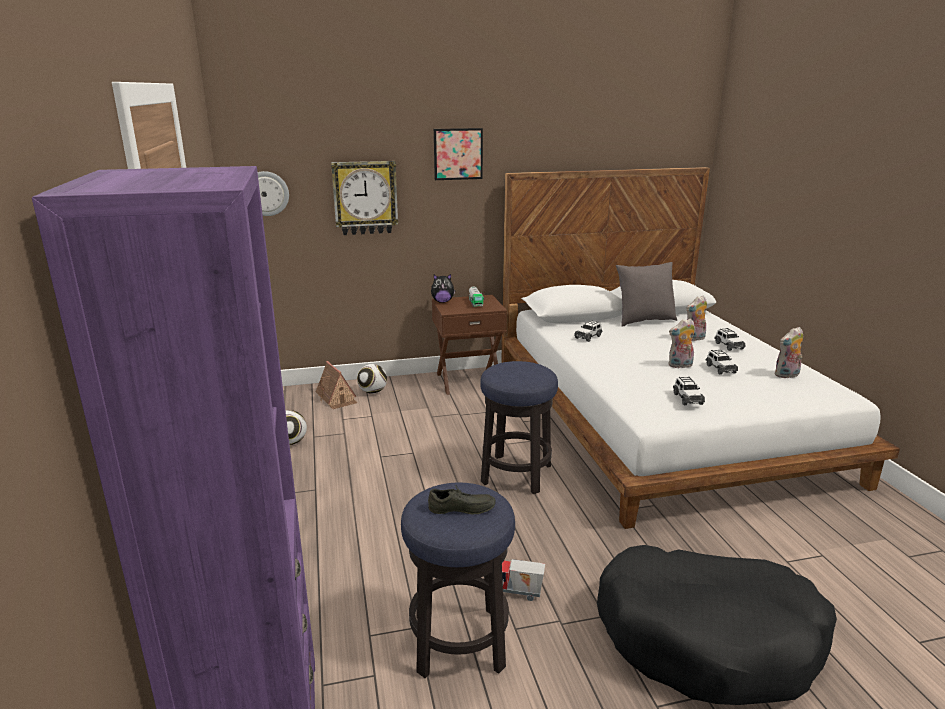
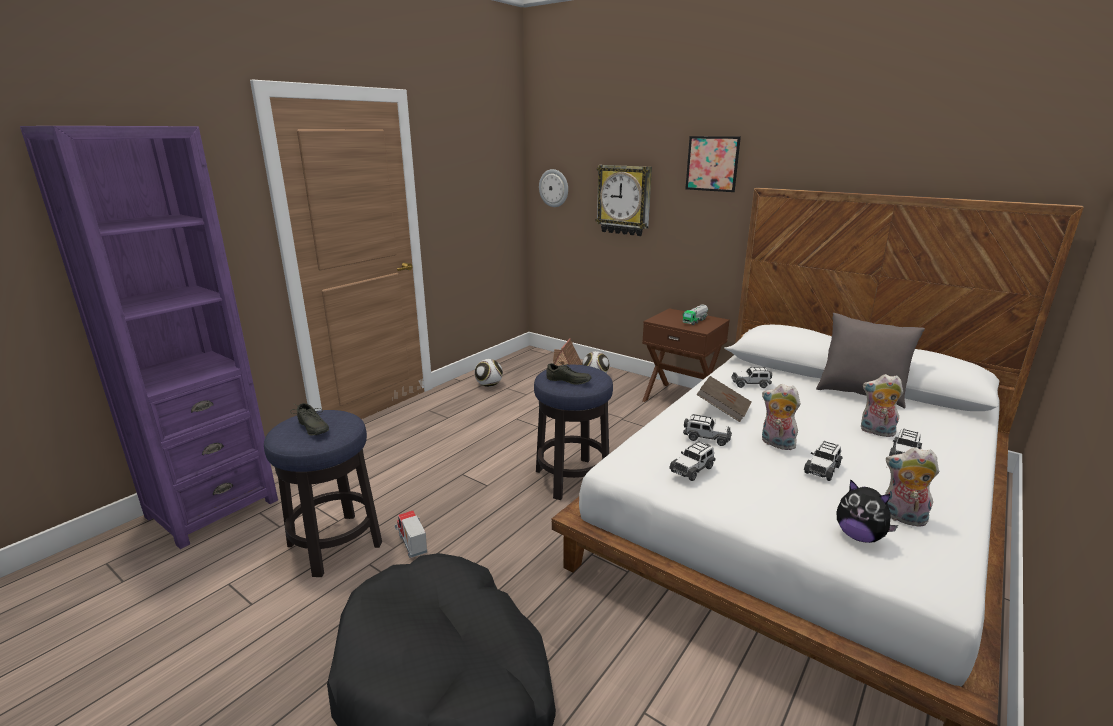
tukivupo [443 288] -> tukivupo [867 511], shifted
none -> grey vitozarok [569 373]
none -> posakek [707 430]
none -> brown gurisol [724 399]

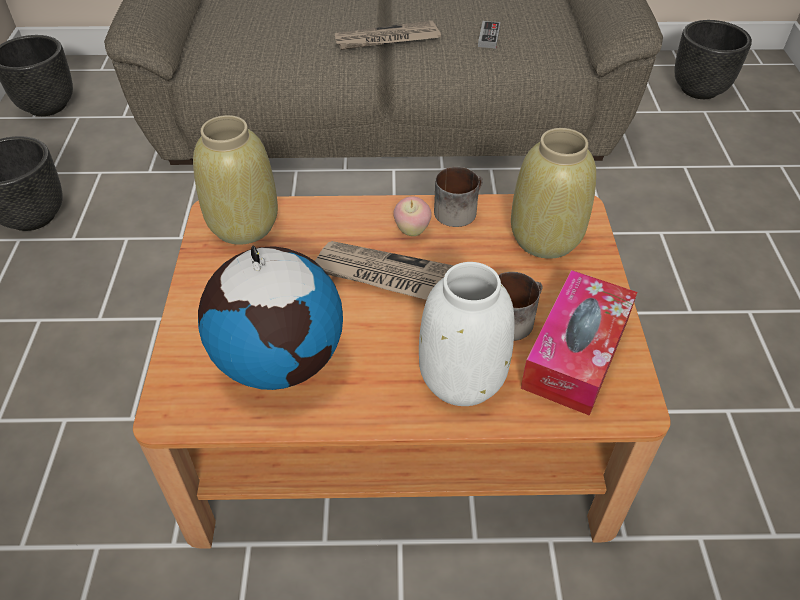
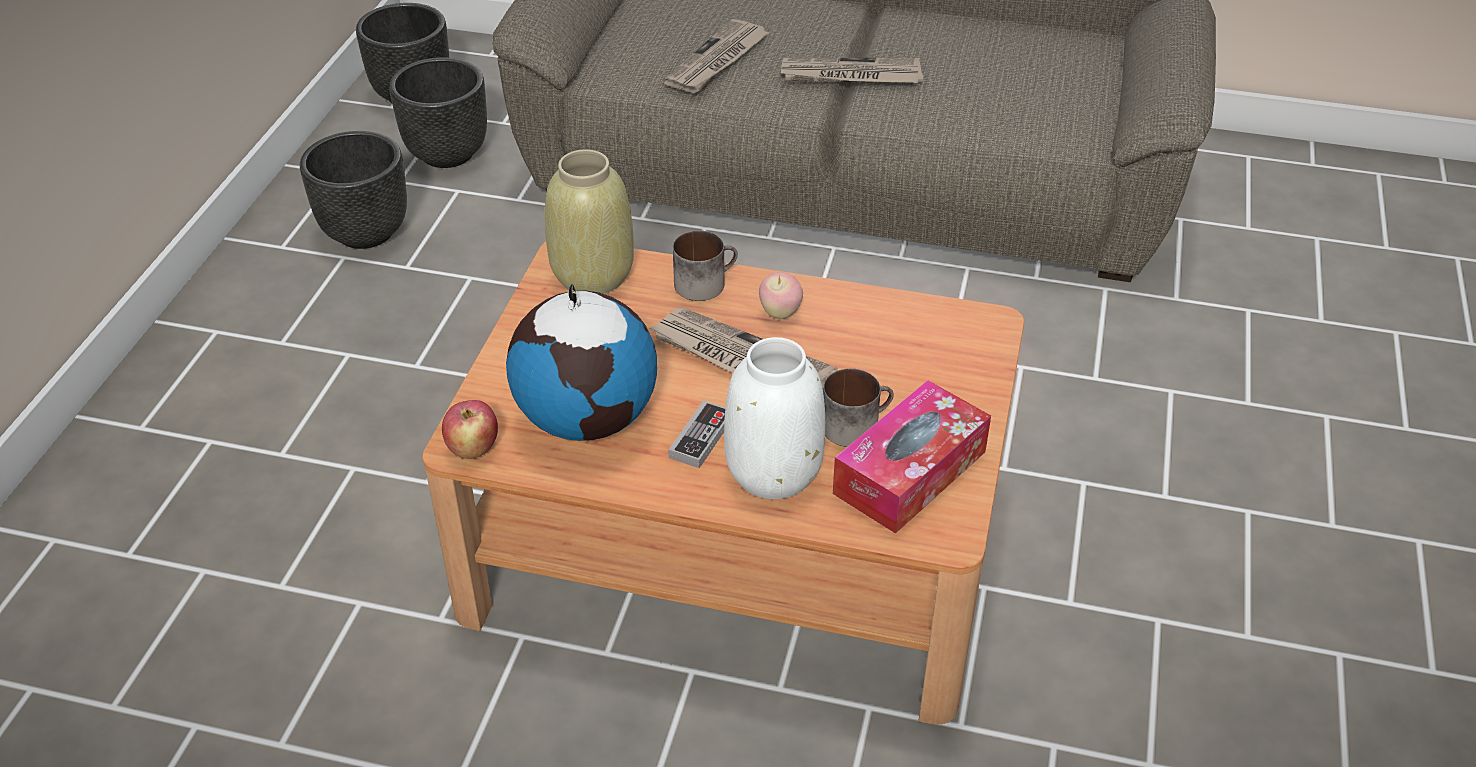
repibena [458 197] -> repibena [705 266], shifted
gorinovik [489 35] -> gorinovik [696 434], shifted
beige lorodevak [553 193] -> none
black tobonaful [713 59] -> black tobonaful [438 112], shifted
none -> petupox [470 429]
none -> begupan [716 56]

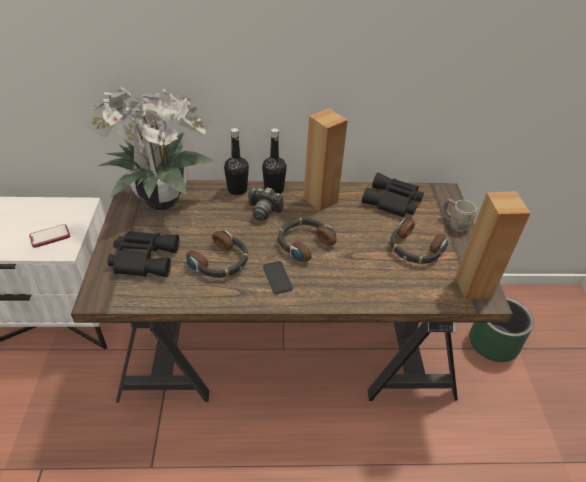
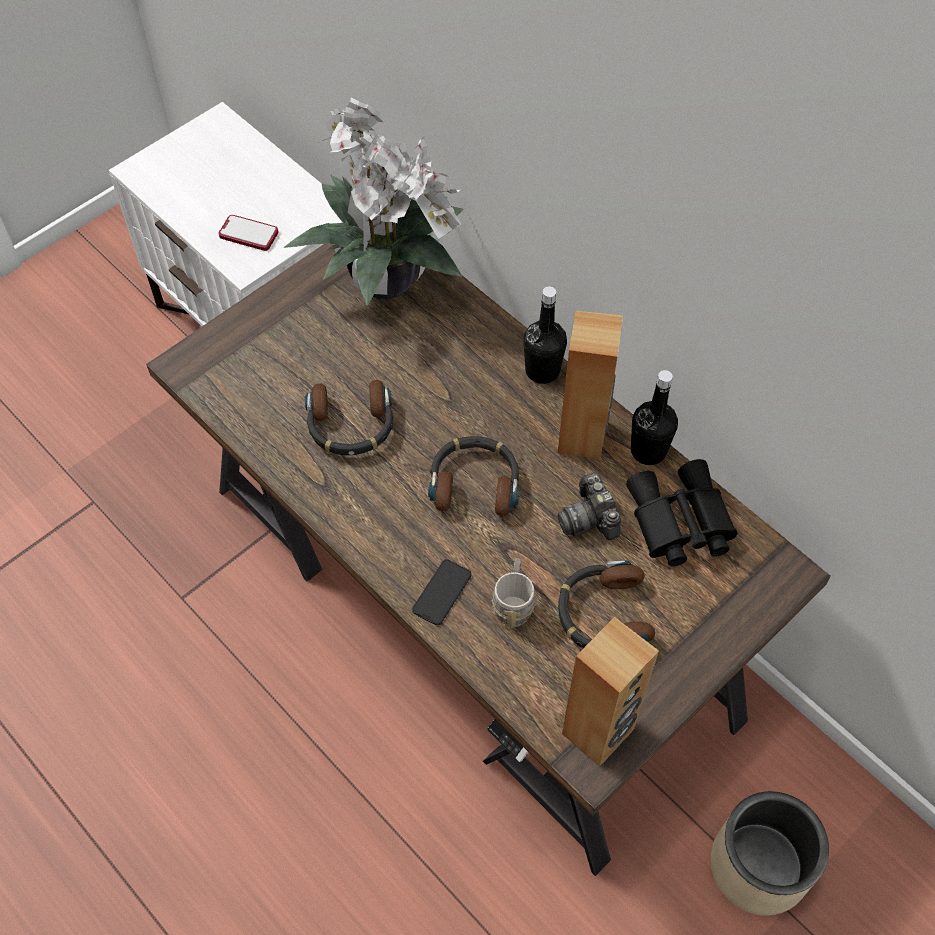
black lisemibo [143 254] -> none
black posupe [236 161] -> black posupe [654 417], shifted
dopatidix [265 204] -> dopatidix [589 506], shifted
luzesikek [278 277] -> luzesikek [441 592], shifted
grey repibena [459 215] -> grey repibena [513 593], shifted
green tobonaful [501 329] -> beige tobonaful [770 853]

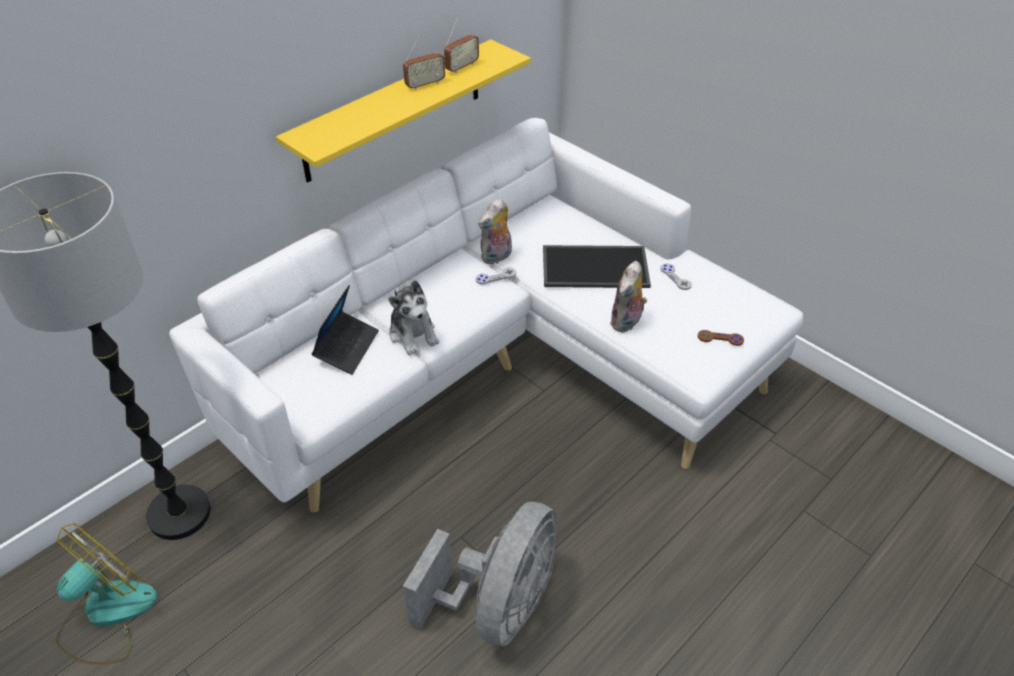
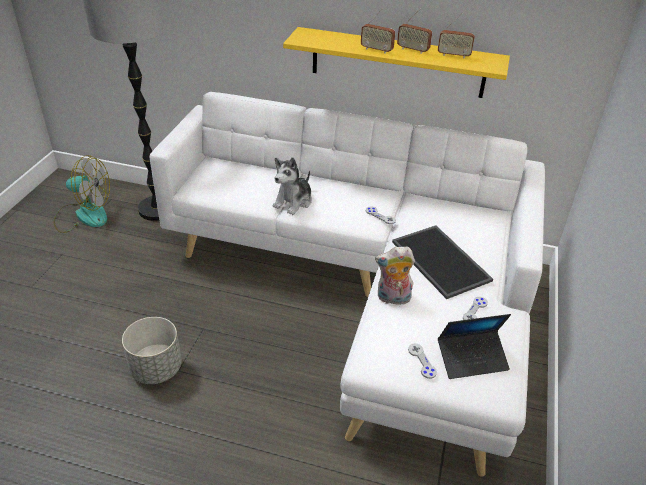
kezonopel [345 330] -> kezonopel [474 346], shifted
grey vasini [479 574] -> grey tobonaful [152 350]
tukivupo [495 231] -> none
brown gorinovik [721 338] -> grey gorinovik [422 361]
none -> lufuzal [378 31]

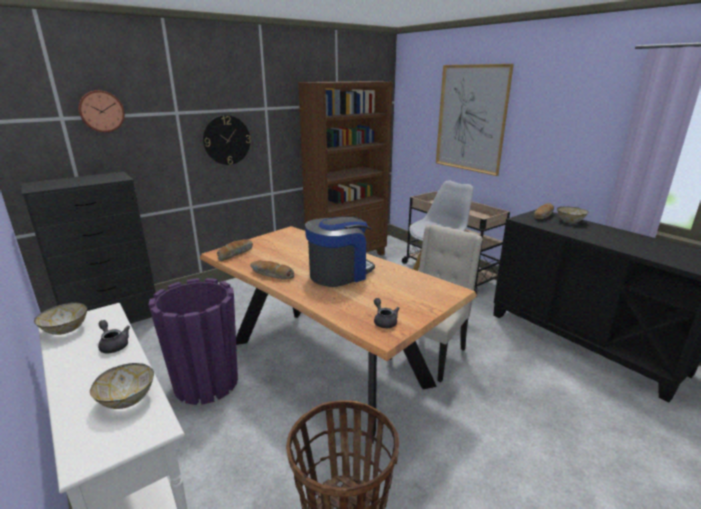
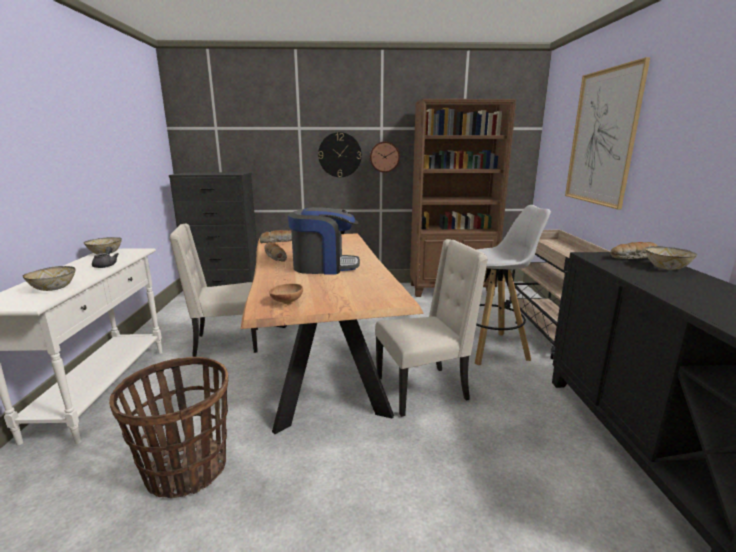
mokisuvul [101 111] -> mokisuvul [385 157], shifted
purple tobonaful [193 341] -> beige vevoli [213 290]
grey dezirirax [387 313] -> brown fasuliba [286 293]

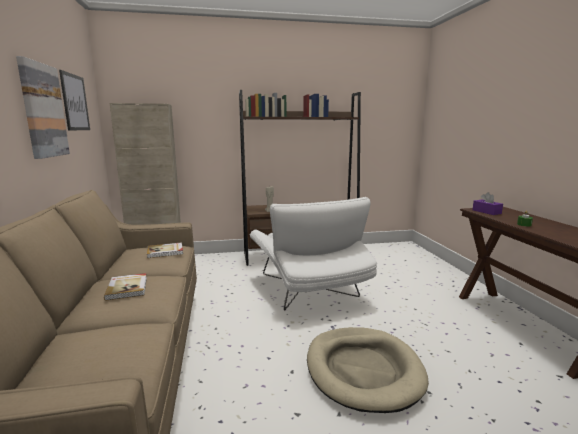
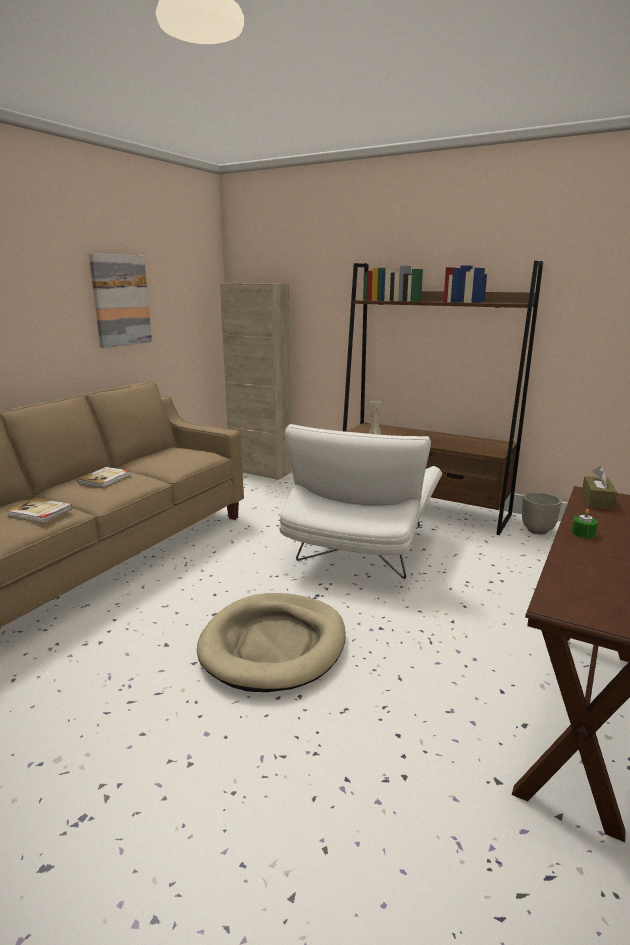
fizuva [74 100] -> none
gurisol [165 250] -> gurisol [39 510], shifted
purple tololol [487 203] -> brown tololol [599 488]
none -> tobonaful [542 513]

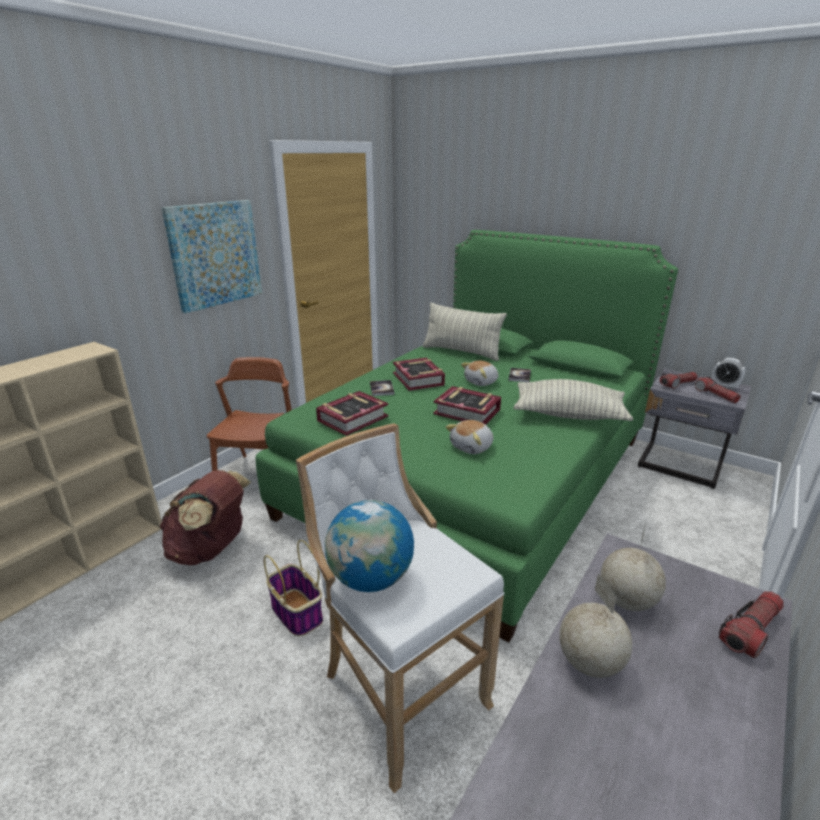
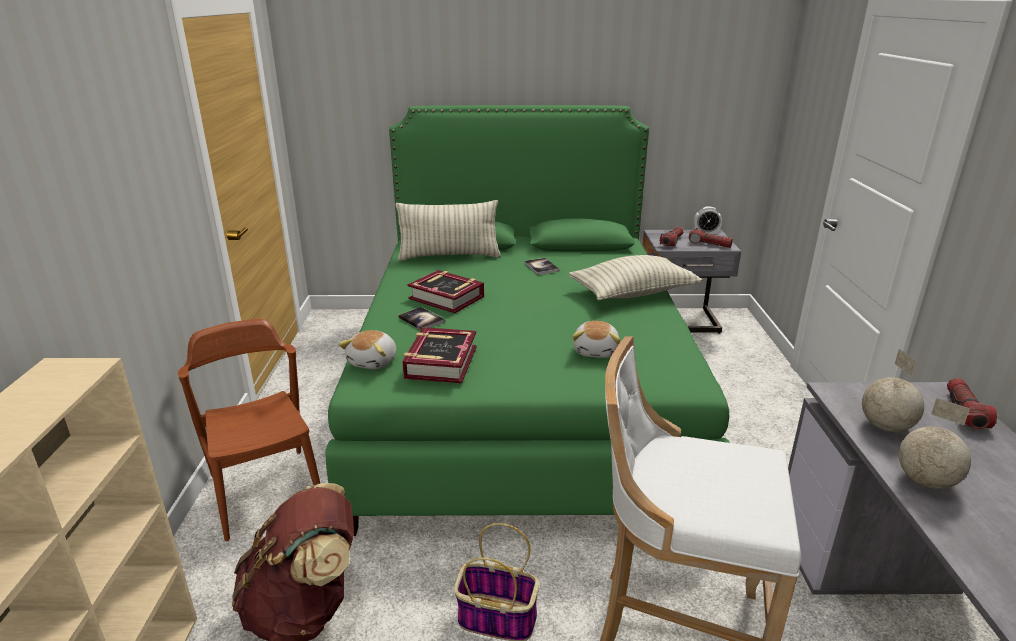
fizuva [212 256] -> none
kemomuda [369 546] -> none
gurisol [467 405] -> none
tukivupo [480 373] -> tukivupo [367 350], shifted

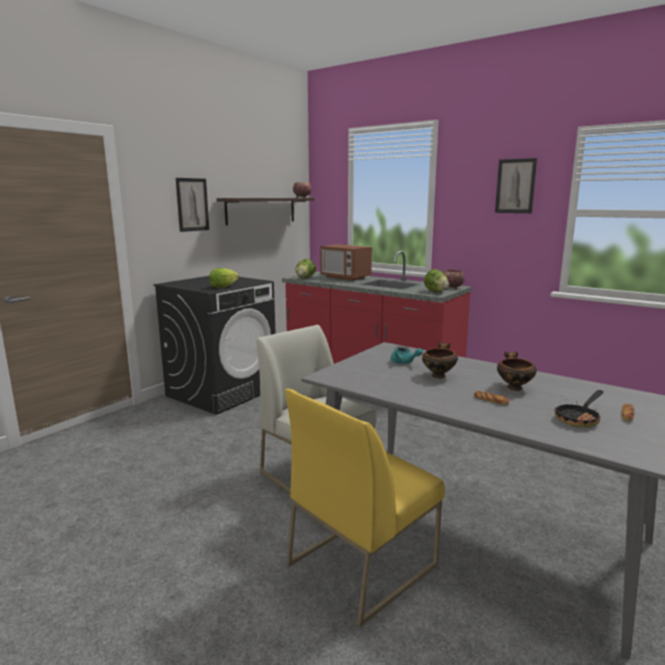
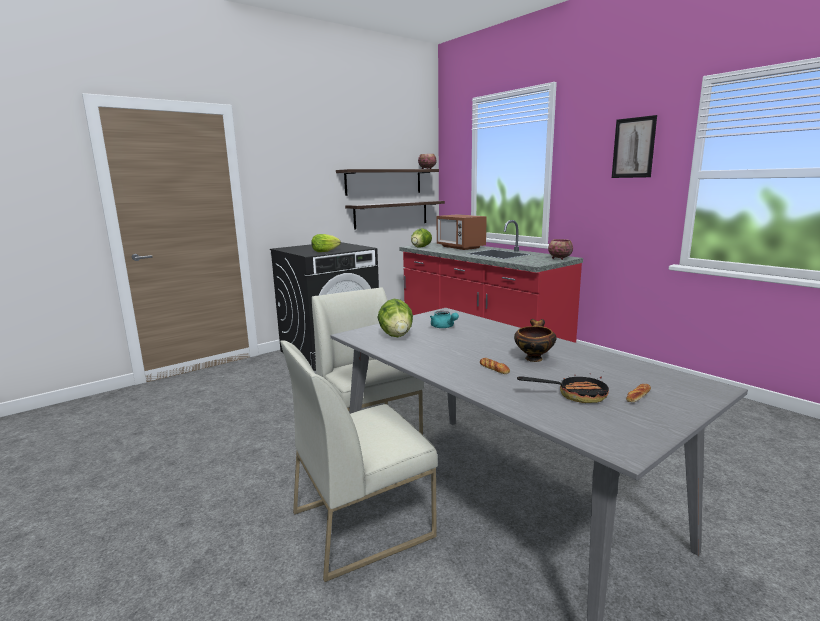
fizuva [192 205] -> none
yellow vevoli [365 508] -> white vevoli [359 461]
fasuliba [440 360] -> none
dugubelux [436 280] -> dugubelux [395 318], shifted
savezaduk [579 408] -> savezaduk [563 387], 150 degrees counterclockwise
none -> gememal [395 215]

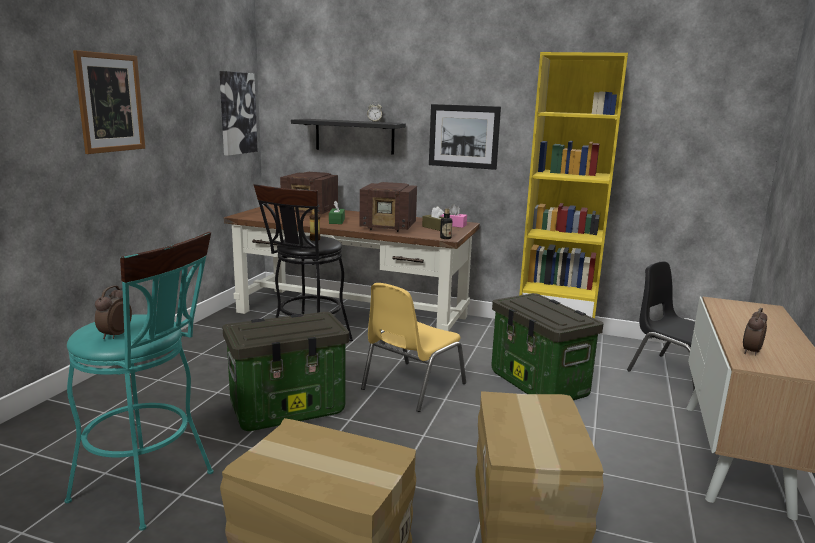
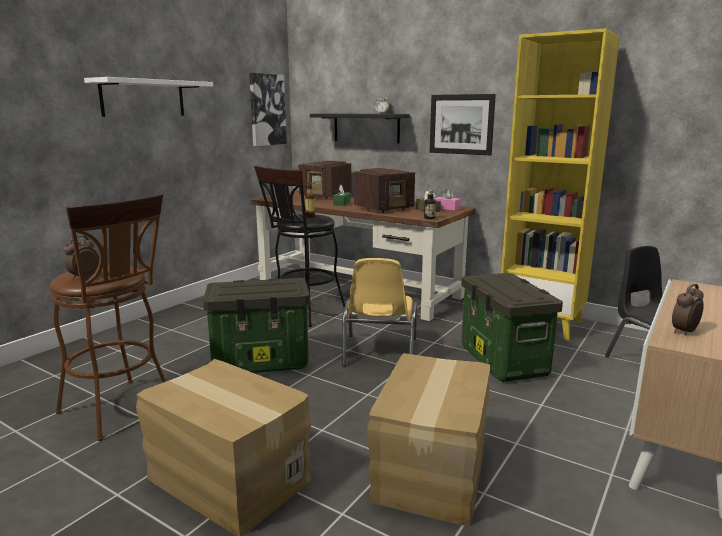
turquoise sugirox [139 381] -> brown sugirox [108 317]
fizuva [109 102] -> white gememal [148 97]
lufuzal [388 207] -> lufuzal [384 190], 60 degrees counterclockwise
yellow vevoli [413 347] -> yellow vevoli [379 312], 45 degrees counterclockwise

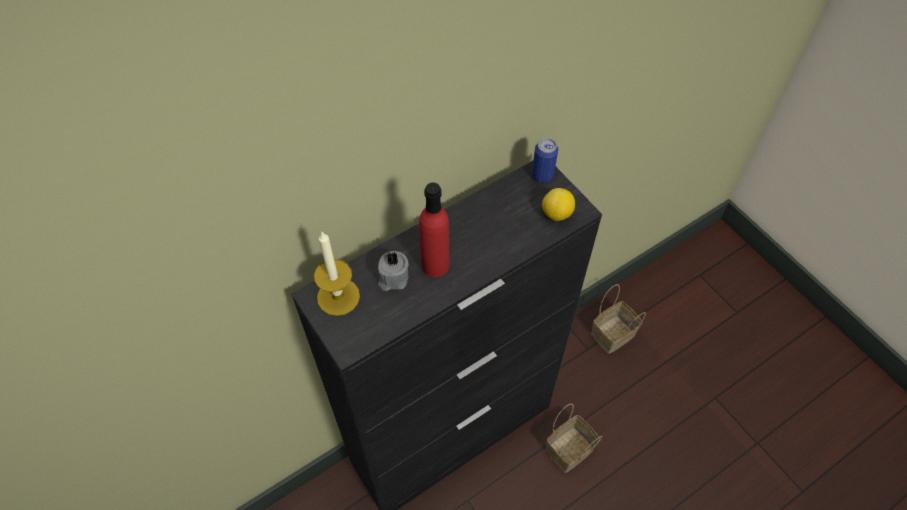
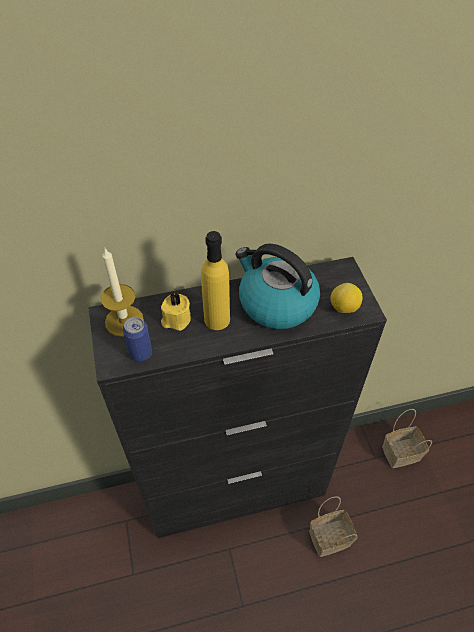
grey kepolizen [393 271] -> yellow kepolizen [176 311]
red posupe [434 230] -> yellow posupe [215 280]
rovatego [545 160] -> rovatego [137 339], shifted
none -> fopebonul [278 286]

